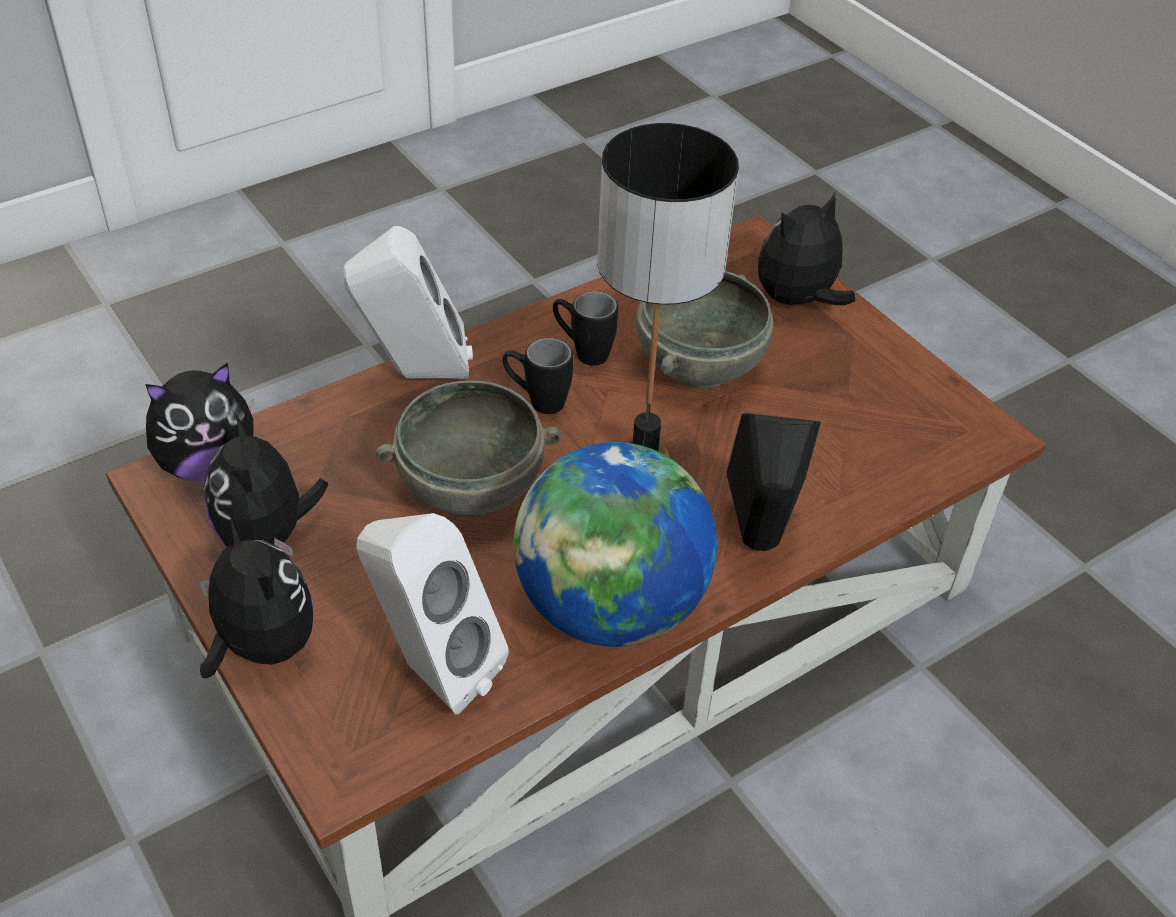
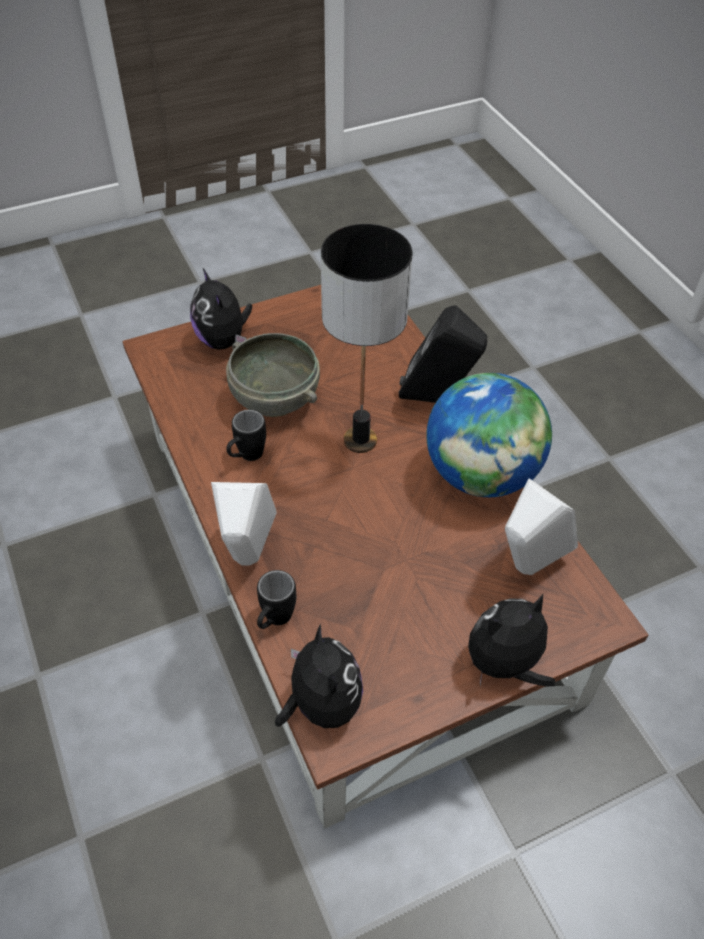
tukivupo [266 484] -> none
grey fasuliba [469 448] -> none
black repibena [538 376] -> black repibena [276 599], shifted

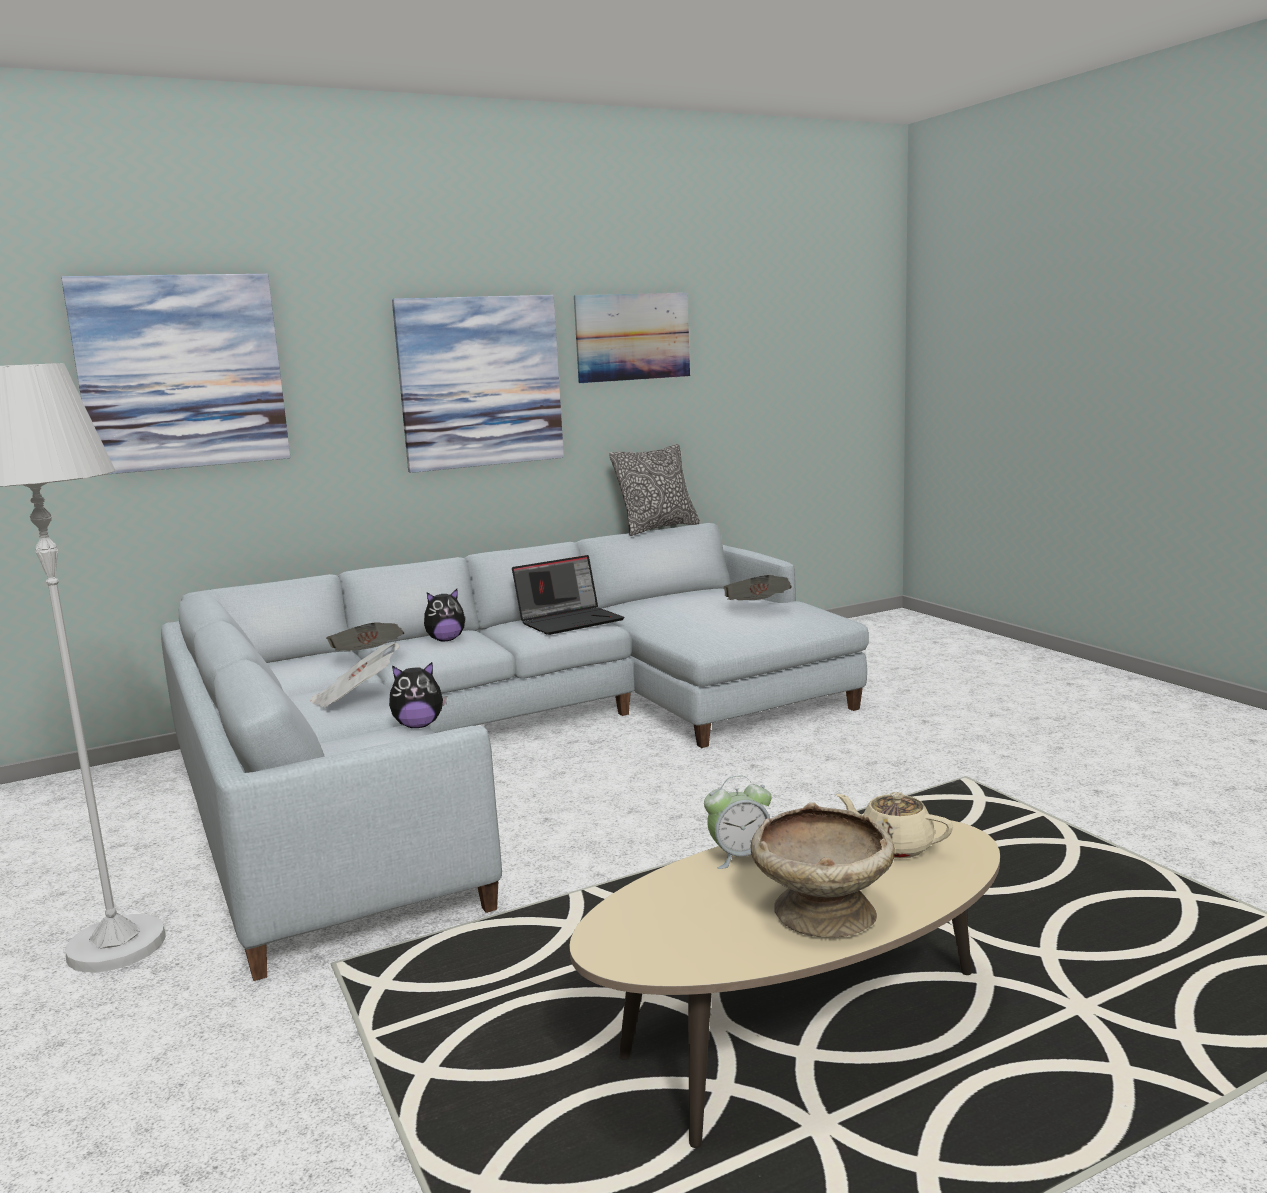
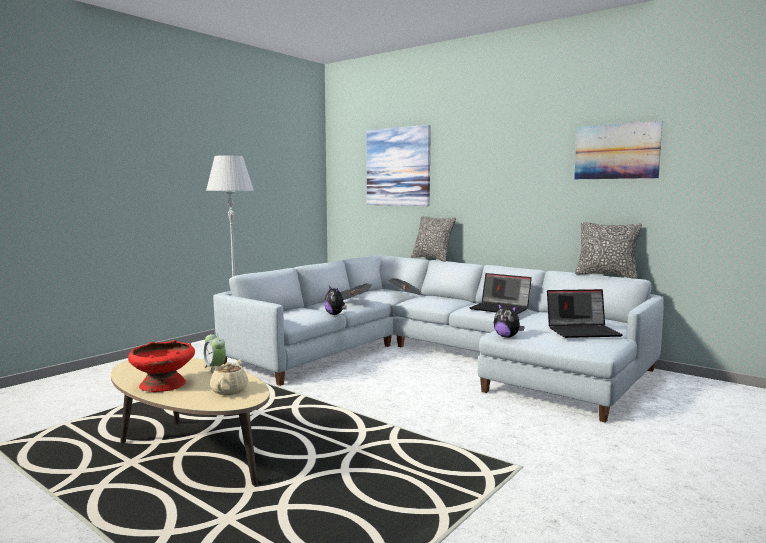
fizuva [478 384] -> none
tukivupo [445 615] -> tukivupo [509 320], shifted
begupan [758 587] -> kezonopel [585 313]
beige fasuliba [823 870] -> red fasuliba [161 366]
none -> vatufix [433 239]

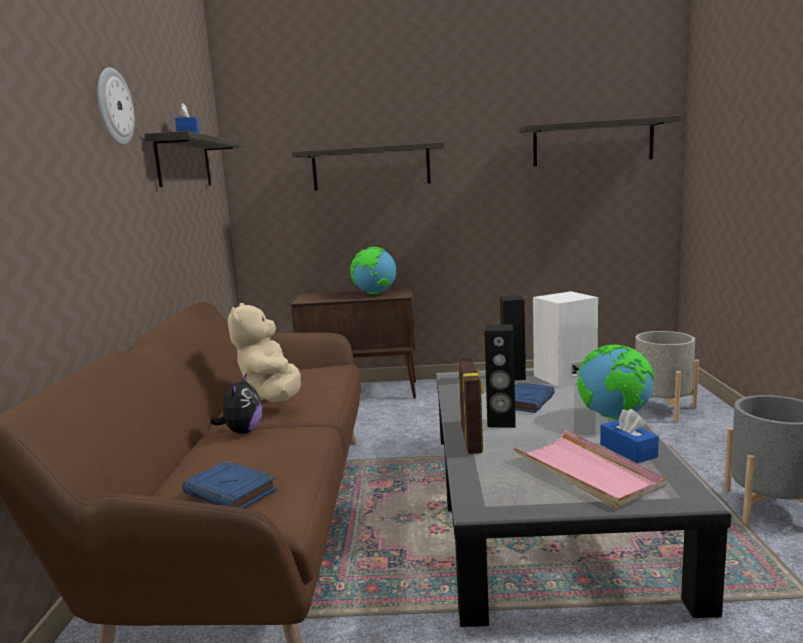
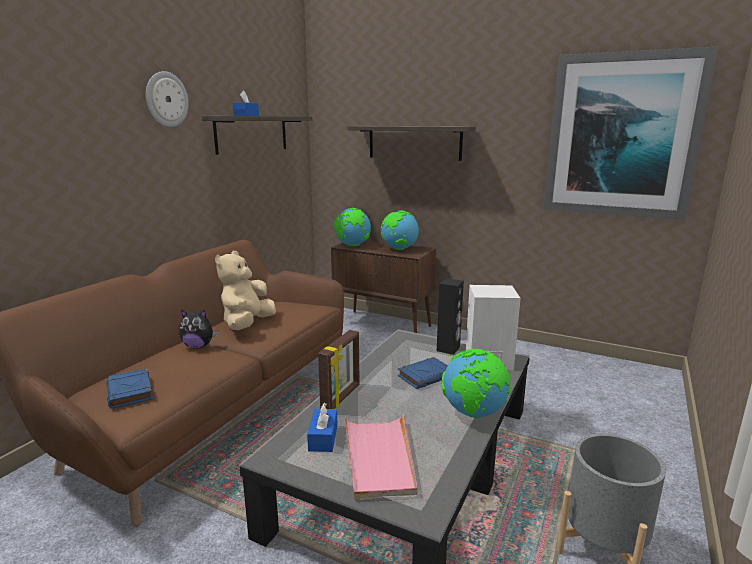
tukivupo [236 403] -> tukivupo [198 329], 60 degrees clockwise
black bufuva [499 376] -> none
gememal [600 140] -> fizuva [630 133]
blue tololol [629 436] -> blue tololol [322 427], shifted
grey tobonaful [667 376] -> none
none -> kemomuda [352 227]

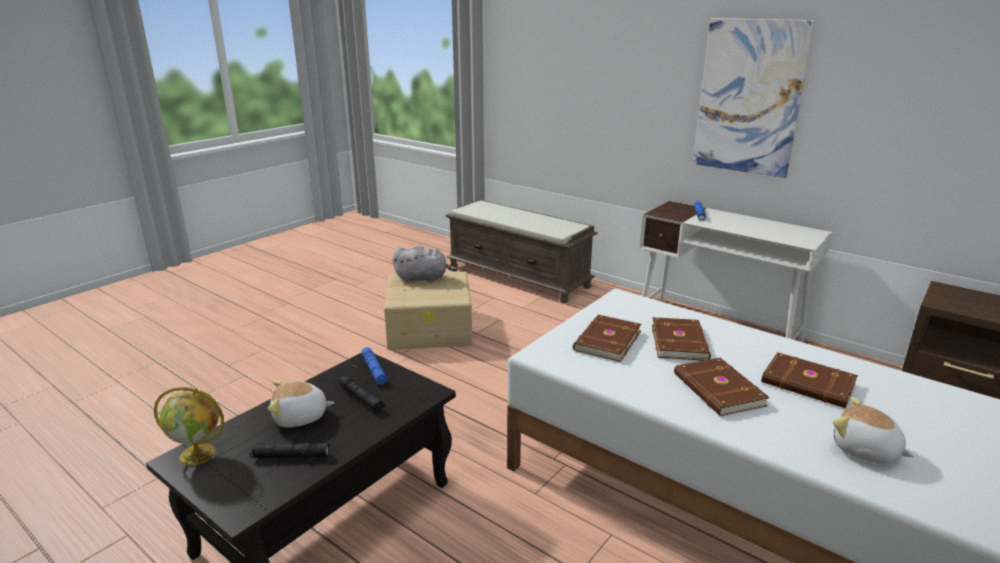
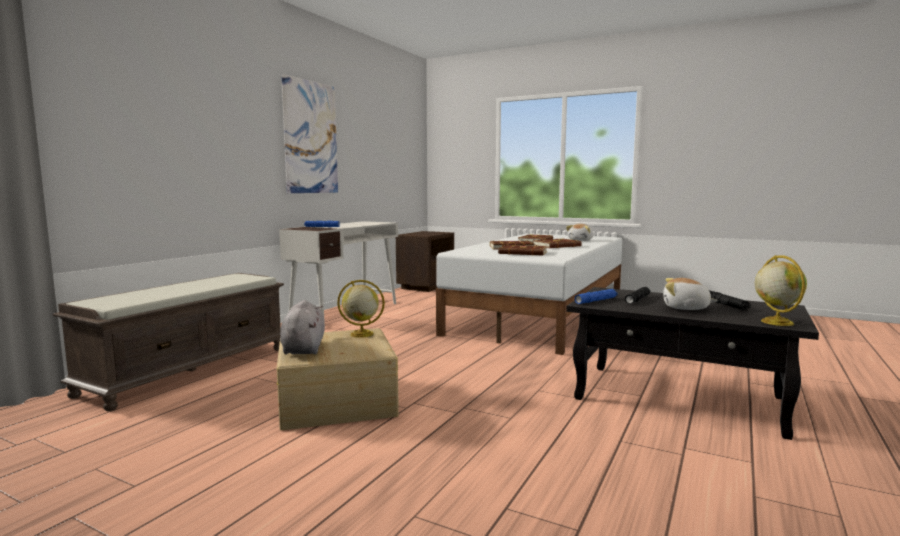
tukivupo [301 403] -> tukivupo [690 294], 135 degrees clockwise
none -> kemomuda [361 309]

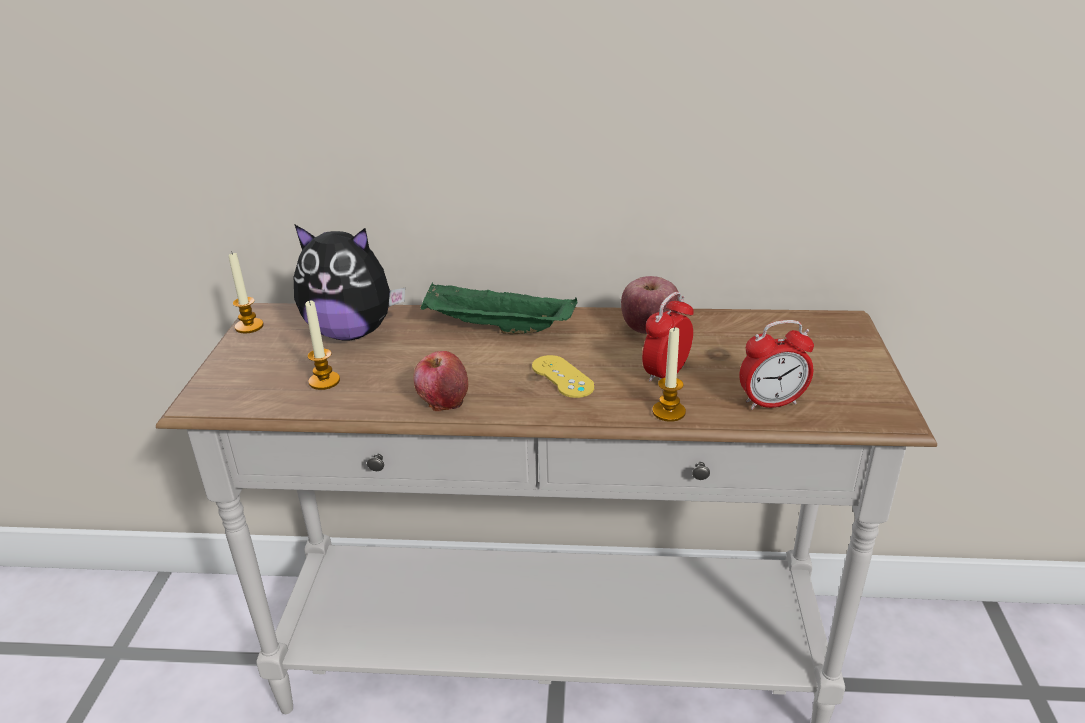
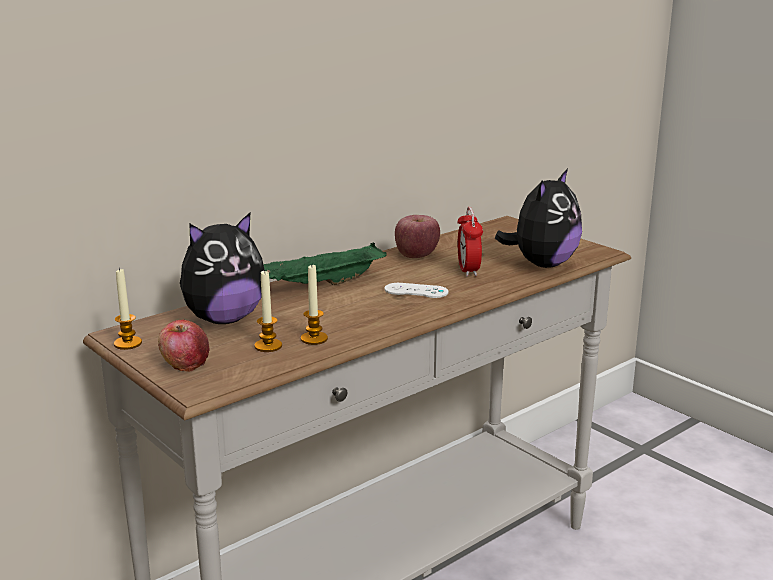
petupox [440 381] -> petupox [183 346], shifted
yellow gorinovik [563 376] -> white gorinovik [416 290]
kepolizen [669 374] -> kepolizen [314 305], shifted
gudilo [776 365] -> tukivupo [538 218]

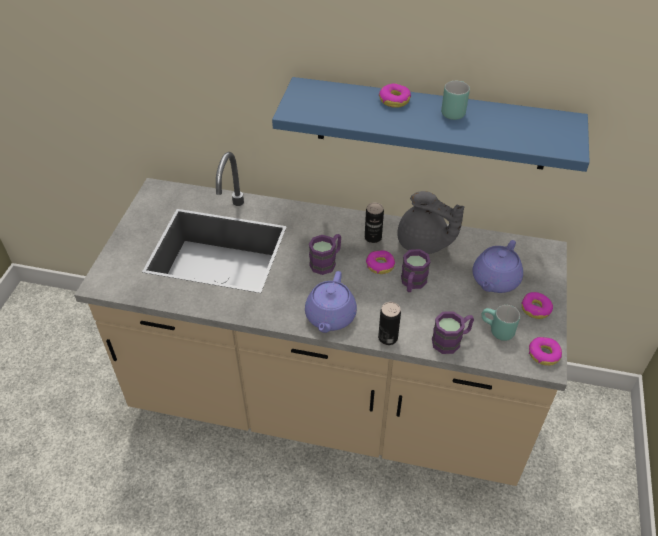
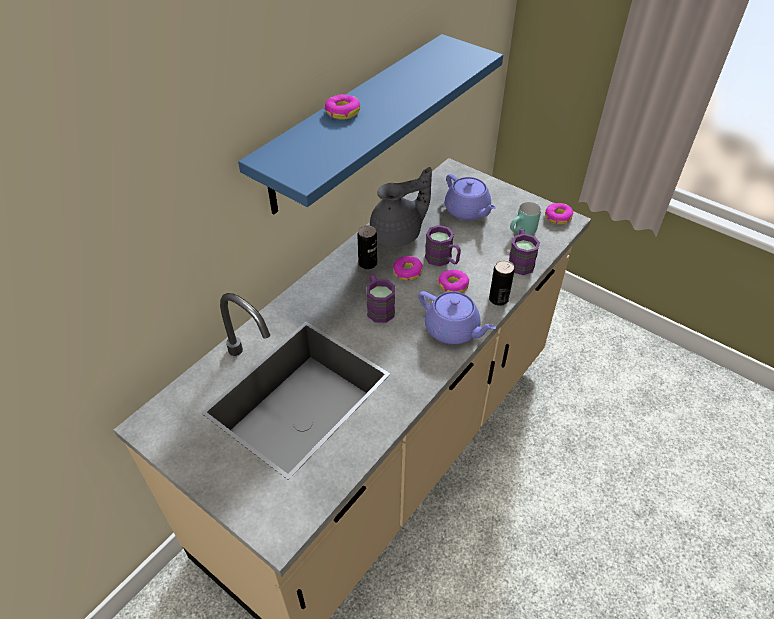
turquoise repibena [455 100] -> none
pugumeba [537 305] -> pugumeba [453 281], shifted

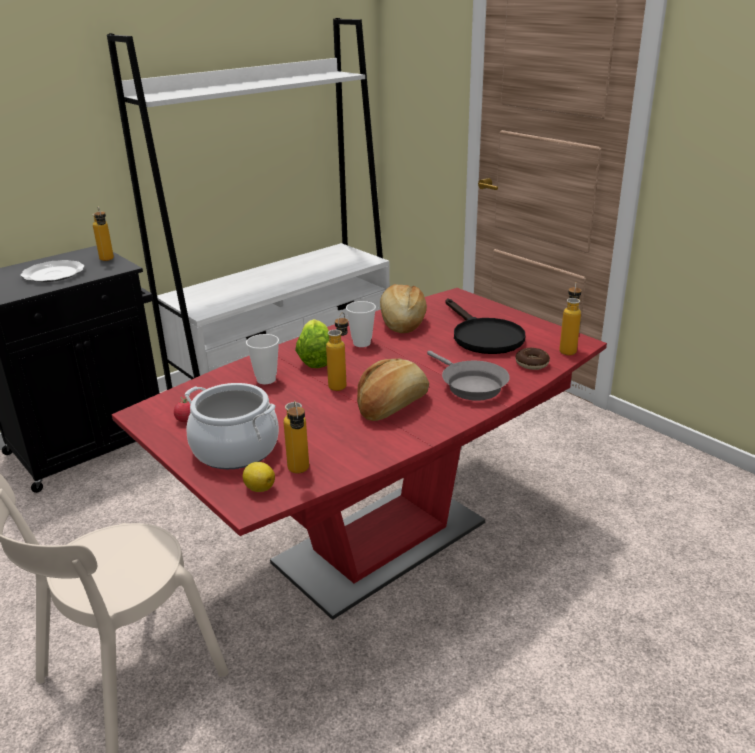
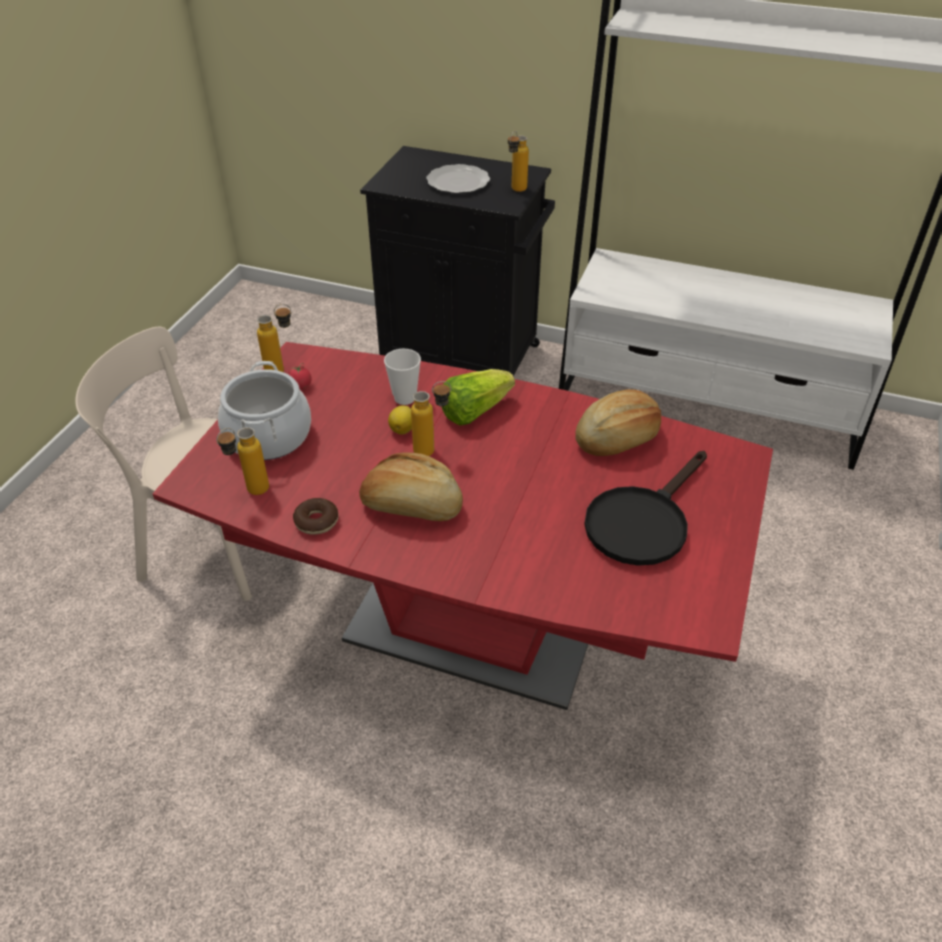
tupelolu [259 477] -> tupelolu [400 419], shifted
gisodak [361 324] -> none
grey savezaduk [468 376] -> none
pugumeba [533 359] -> pugumeba [316 516], shifted
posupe [570 319] -> posupe [274 338], shifted

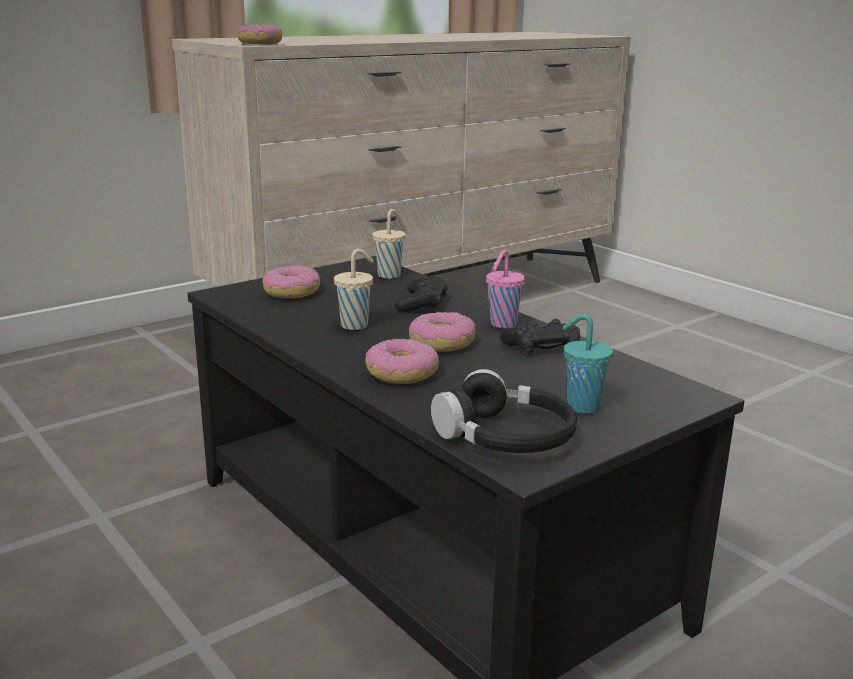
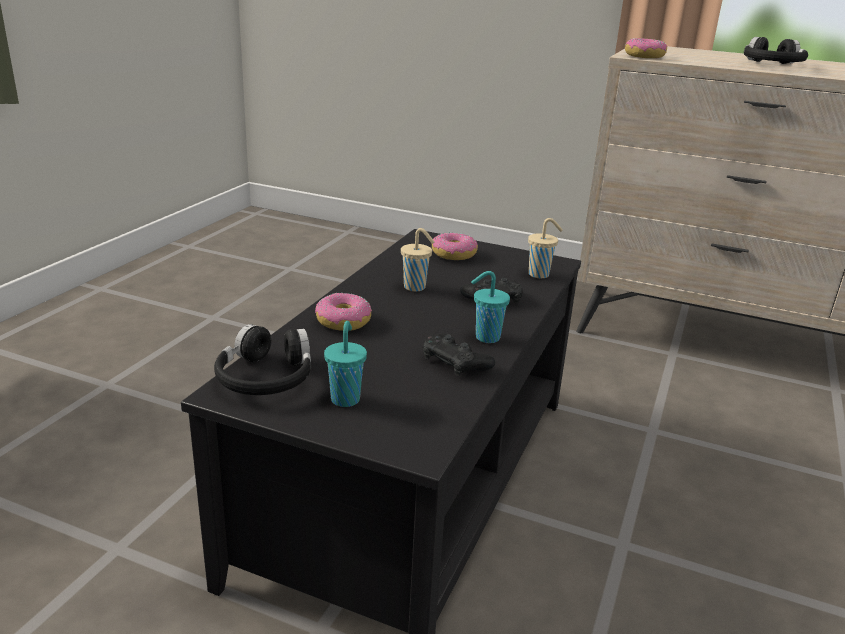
pugumeba [442 332] -> none
pink gisodak [506 289] -> turquoise gisodak [490 307]
none -> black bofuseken [776 50]

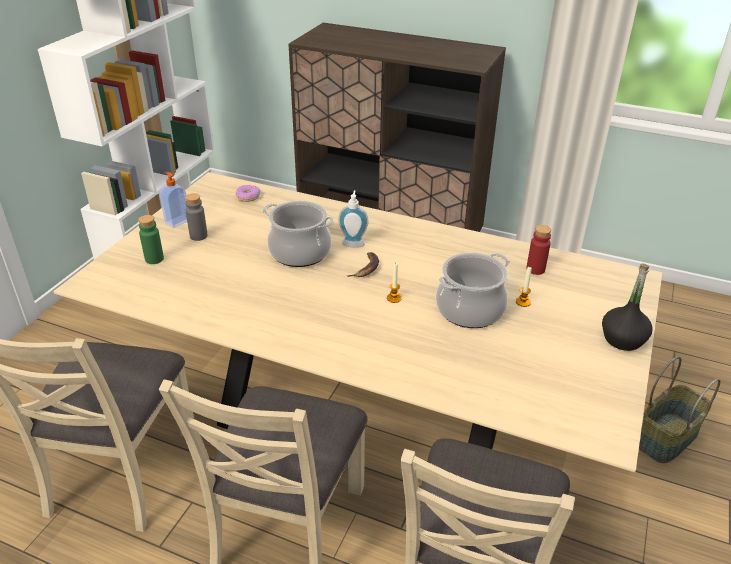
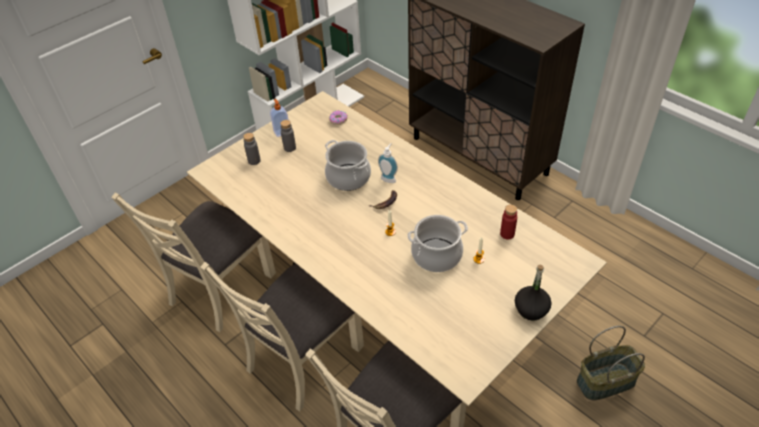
green posupe [151 239] -> grey posupe [252 149]

